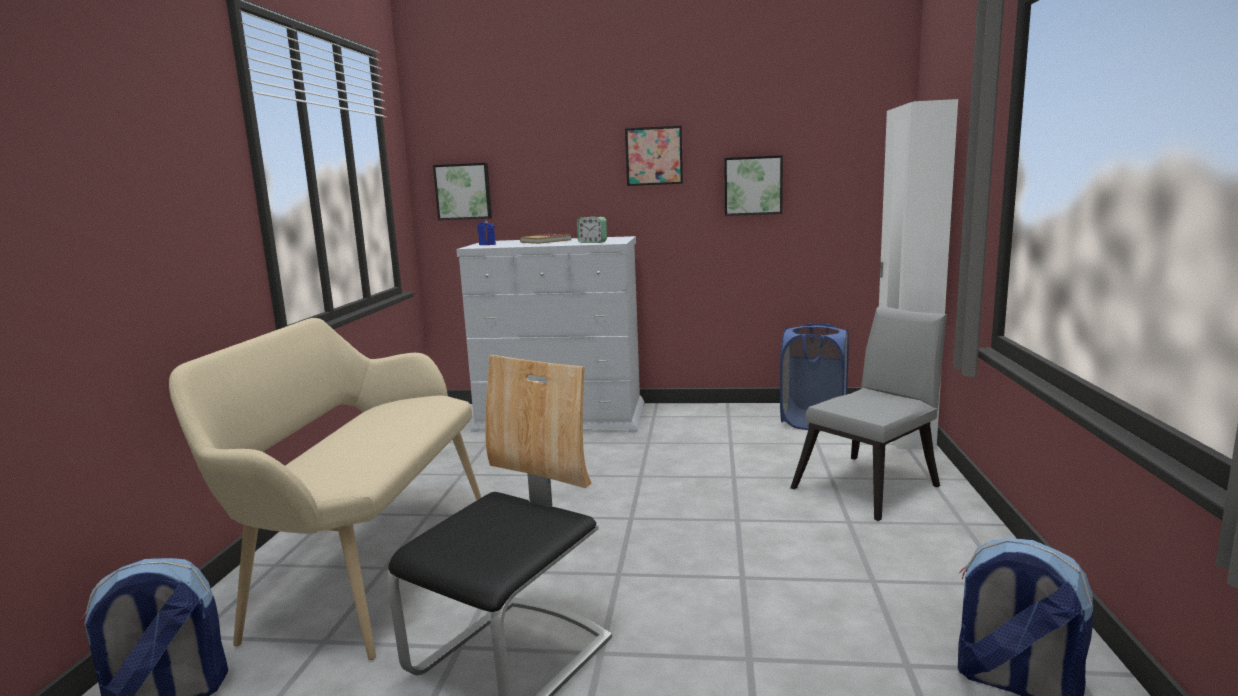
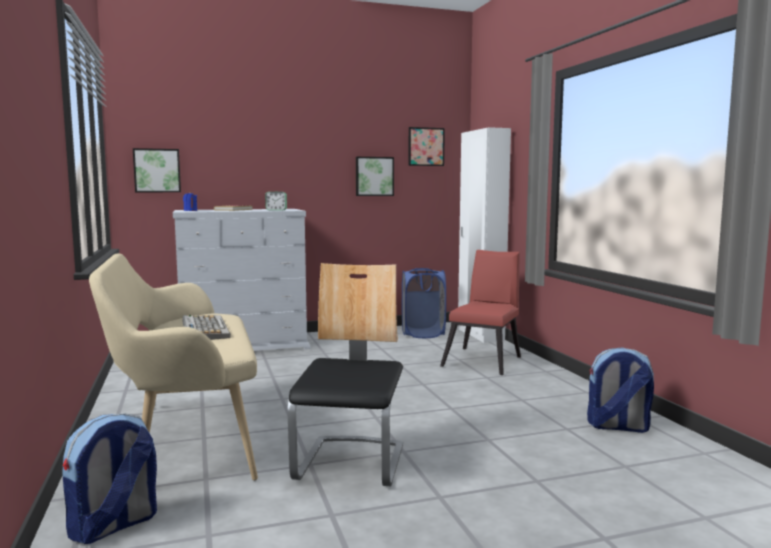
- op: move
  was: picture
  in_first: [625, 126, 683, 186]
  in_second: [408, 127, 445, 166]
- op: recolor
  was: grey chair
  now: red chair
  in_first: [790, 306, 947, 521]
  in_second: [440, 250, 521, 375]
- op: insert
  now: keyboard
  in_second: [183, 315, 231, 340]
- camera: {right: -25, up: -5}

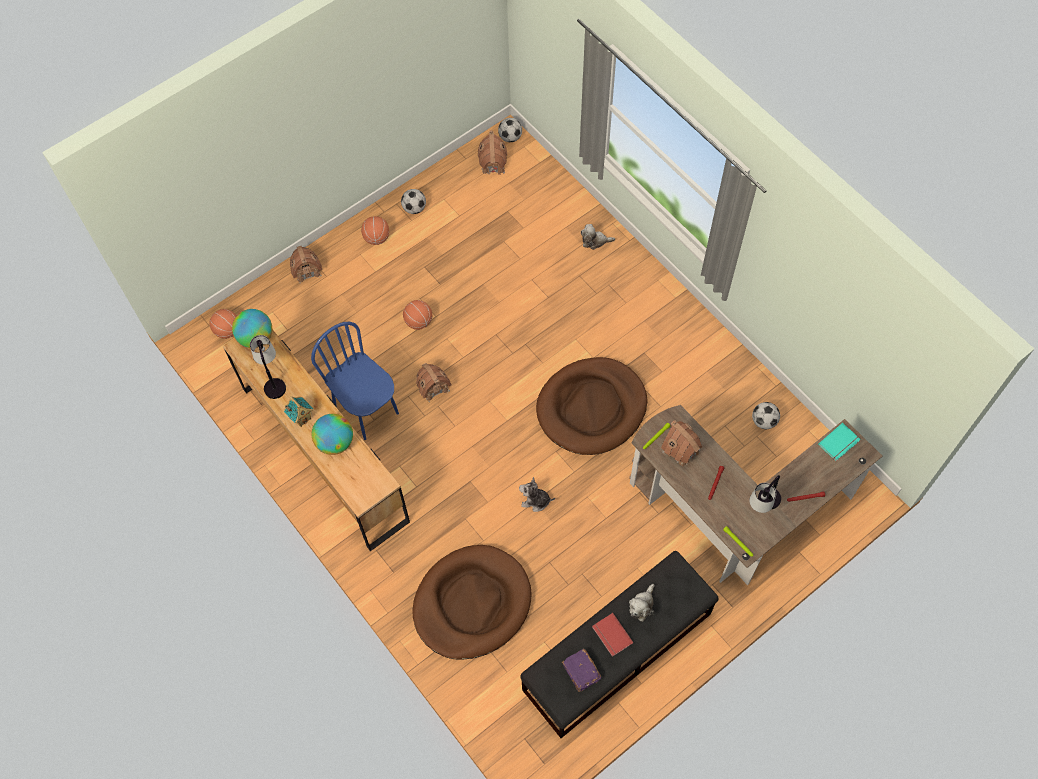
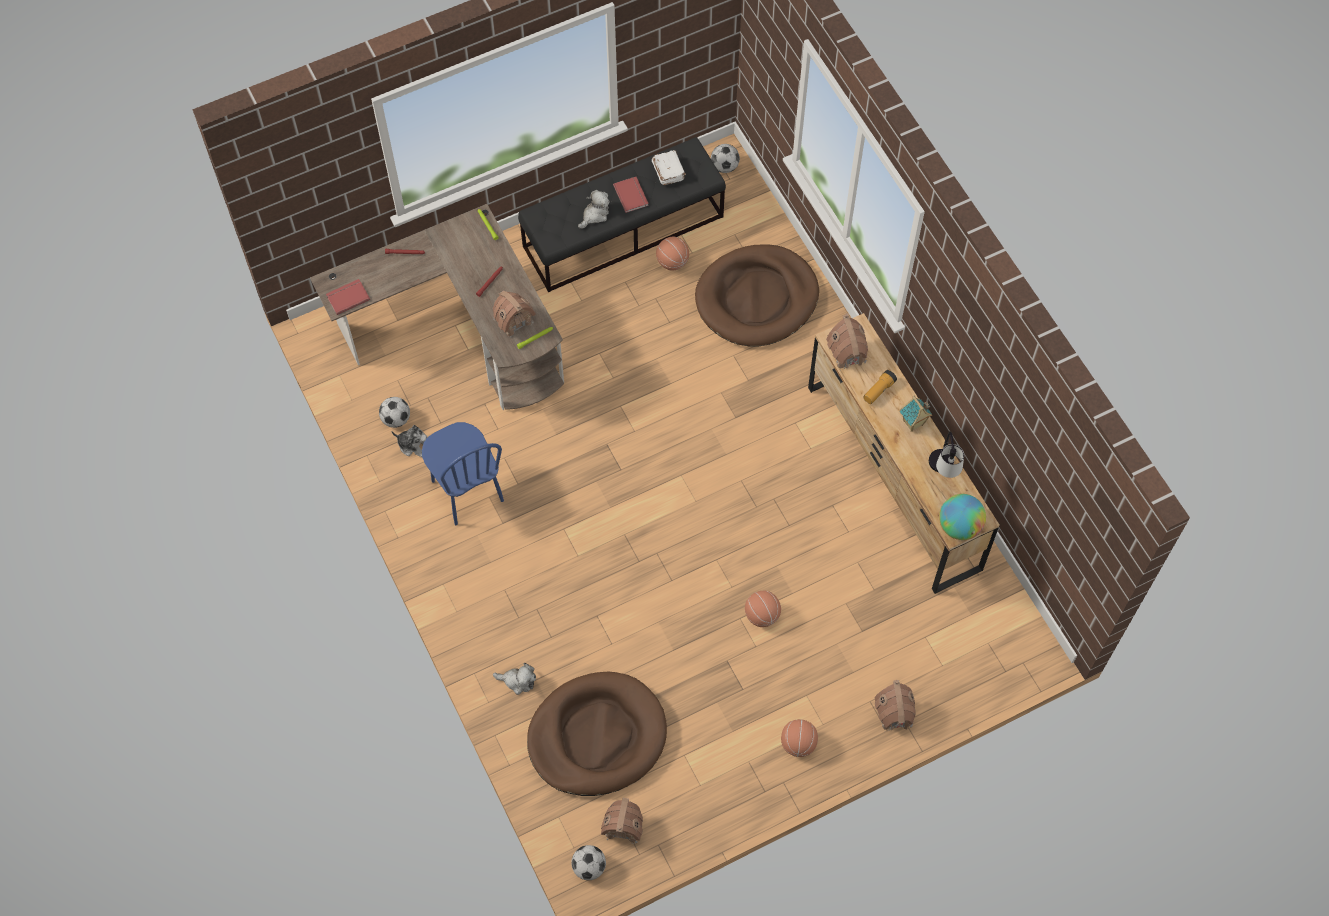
- op: move
  was: football
  in_first: [401, 189, 426, 214]
  in_second: [711, 144, 740, 173]
- op: move
  was: basketball
  in_first: [209, 309, 237, 339]
  in_second: [656, 237, 689, 271]
- op: move
  was: blue chair
  in_first: [311, 322, 399, 440]
  in_second: [422, 422, 504, 525]
- op: move
  was: brown dog bed
  in_first: [536, 357, 647, 455]
  in_second: [527, 672, 667, 796]
- op: move
  was: toy house
  in_first: [416, 363, 452, 402]
  in_second: [826, 314, 868, 369]
- op: replace
  was: globe
  now: flashlight
  in_first: [312, 414, 353, 455]
  in_second: [863, 370, 897, 404]
- op: recolor
  was: turquoise book
  now: red book
  in_first: [818, 423, 860, 461]
  in_second: [326, 279, 370, 315]
- op: delete
  was: table lamp
  in_first: [749, 475, 781, 513]
- op: move
  was: plush toy
  in_first: [519, 477, 555, 512]
  in_second: [391, 425, 427, 457]
- op: recolor
  was: purple book
  now: white book
  in_first: [562, 649, 601, 692]
  in_second: [652, 150, 686, 185]
- camera: {right: -170, up: 0}

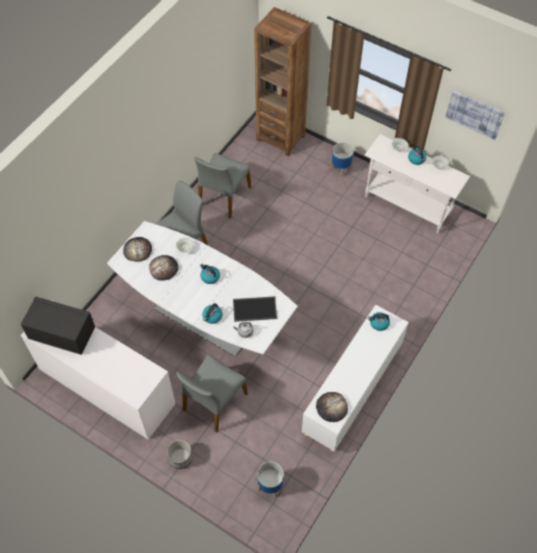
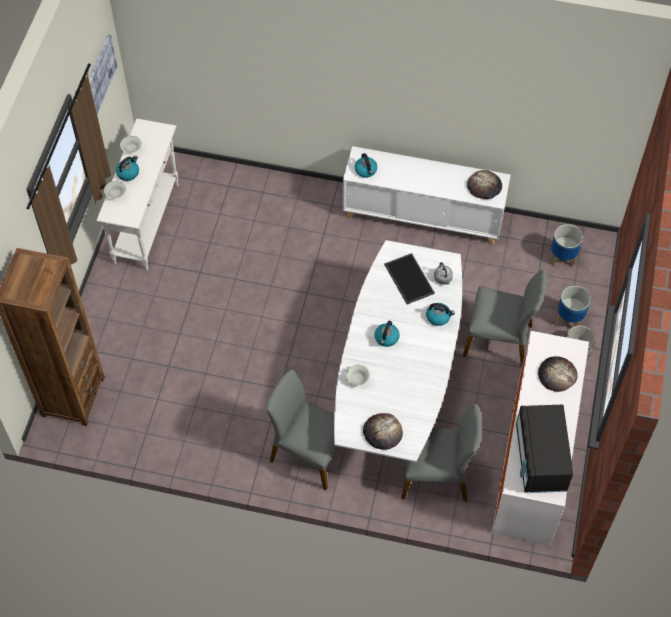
- op: move
  was: planter
  in_first: [331, 142, 354, 177]
  in_second: [556, 286, 591, 326]
- op: move
  was: grey chair
  in_first: [194, 153, 251, 219]
  in_second: [401, 404, 482, 502]
- op: move
  was: bread
  in_first: [149, 255, 179, 281]
  in_second: [538, 356, 578, 392]
- camera: {right: -110, up: 0}

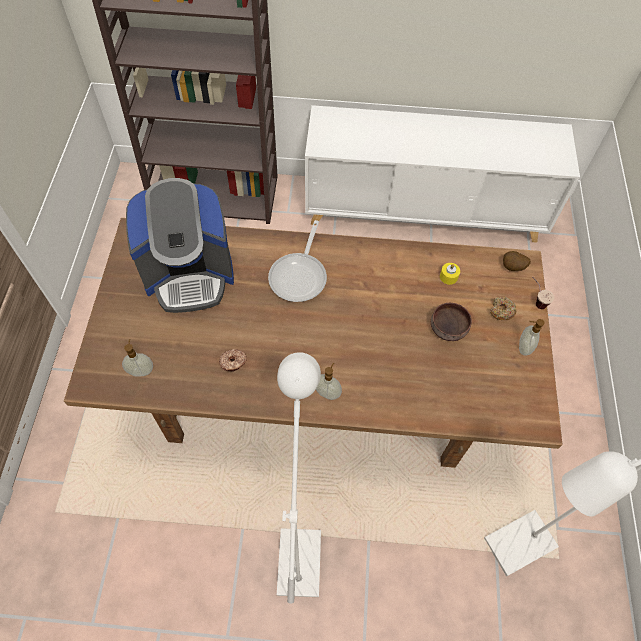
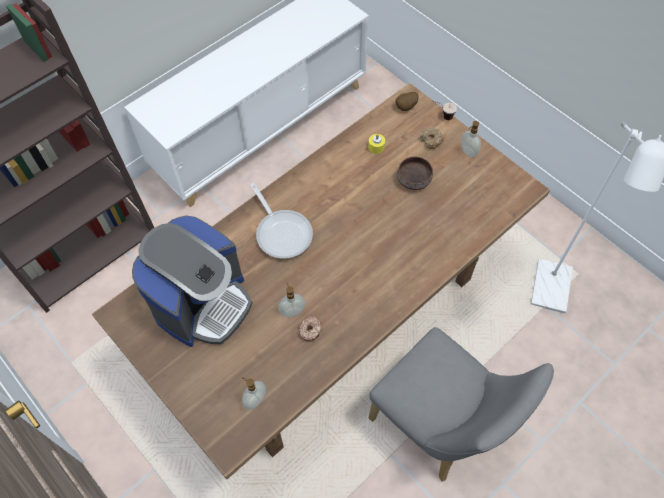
- op: replace
  was: white floor lamp
  now: grey chair
  in_first: [277, 352, 321, 604]
  in_second: [369, 327, 554, 482]
- op: move
  was: soap dispenser
  in_first: [316, 363, 342, 400]
  in_second: [278, 283, 305, 317]
- camera: {right: -45, up: 0}

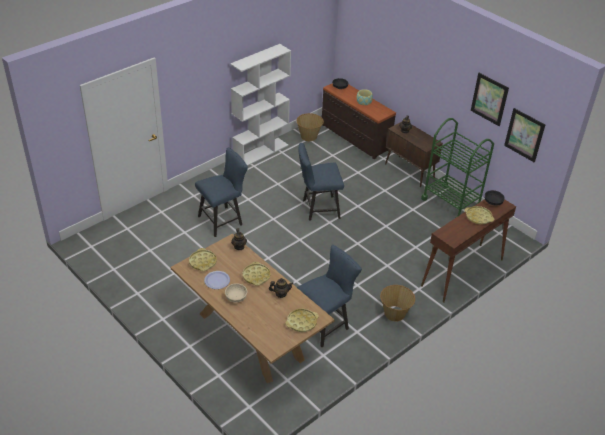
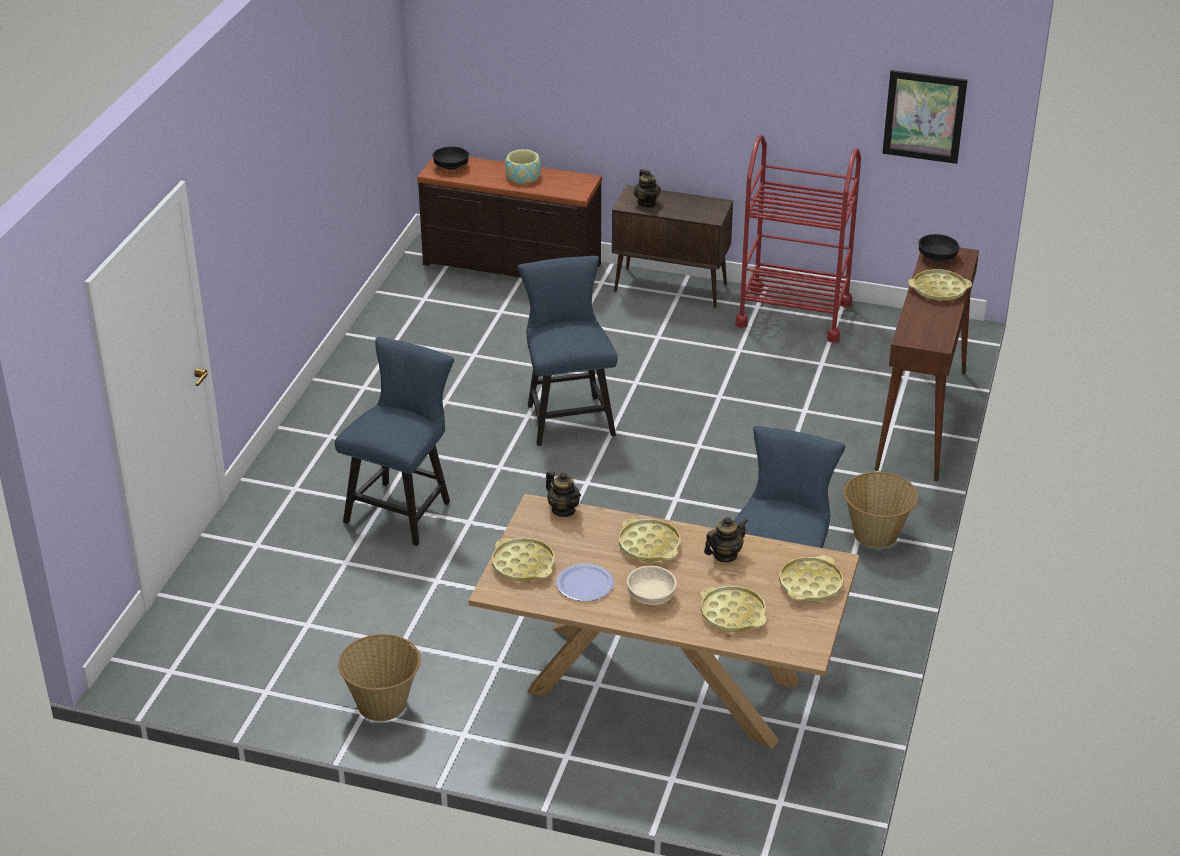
- op: delete
  was: white bookcase
  in_first: [230, 44, 291, 166]
- op: delete
  was: picture
  in_first: [471, 73, 509, 126]
- op: move
  was: basket
  in_first: [297, 113, 324, 141]
  in_second: [338, 634, 421, 721]
- op: recolor
  was: green cart
  now: red cart
  in_first: [421, 118, 494, 218]
  in_second: [735, 135, 861, 343]
- op: rotate
  was: blue chair
  in_first: [298, 143, 344, 221]
  in_second: [517, 256, 618, 446]
  clockwise: 120
- op: insert
  now: yellow tray
  in_second: [700, 586, 767, 632]
- camera: {right: -30, up: -5}

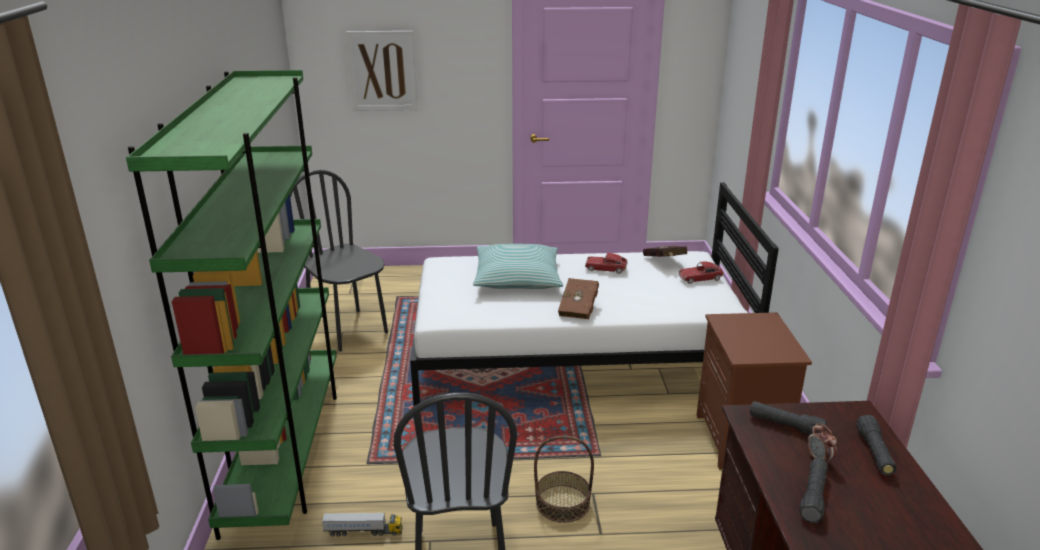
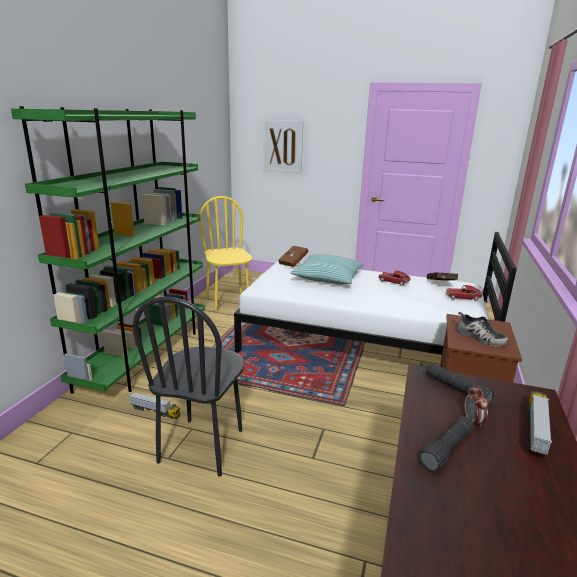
- op: recolor
  was: black chair
  now: yellow chair
  in_first: [290, 170, 388, 352]
  in_second: [199, 196, 252, 311]
- op: move
  was: brown book
  in_first: [558, 278, 599, 319]
  in_second: [279, 246, 308, 267]
- op: replace
  was: black flashlight
  now: toy truck
  in_first: [857, 415, 897, 476]
  in_second: [528, 391, 552, 457]
- op: delete
  was: basket
  in_first: [534, 436, 594, 523]
- op: insert
  now: shoe
  in_second: [456, 312, 509, 347]
- camera: {right: 20, up: -5}

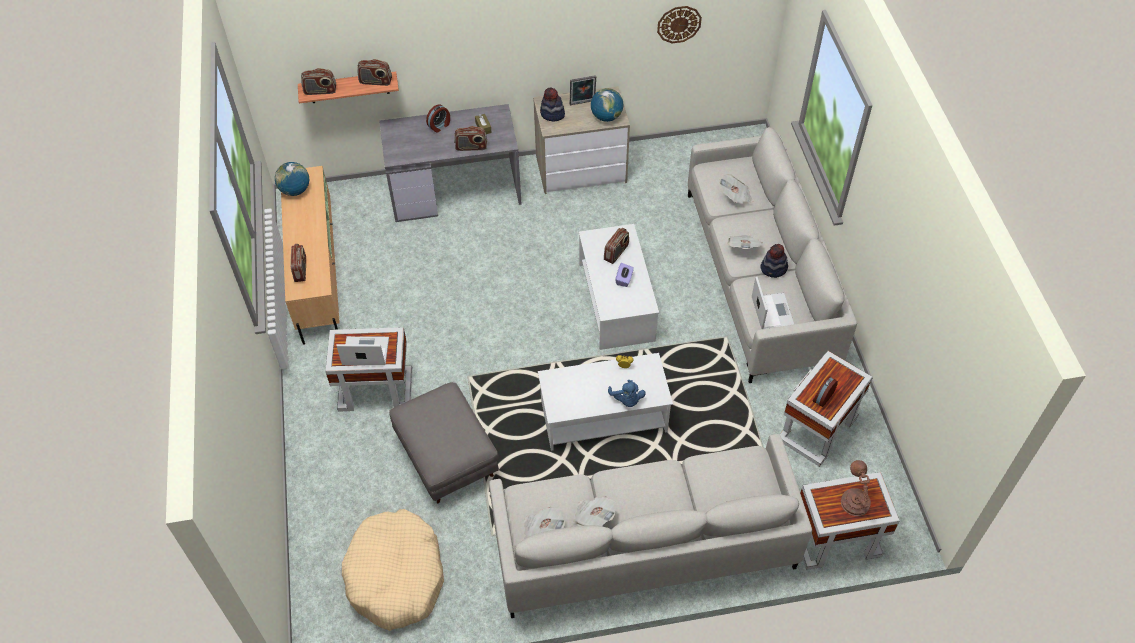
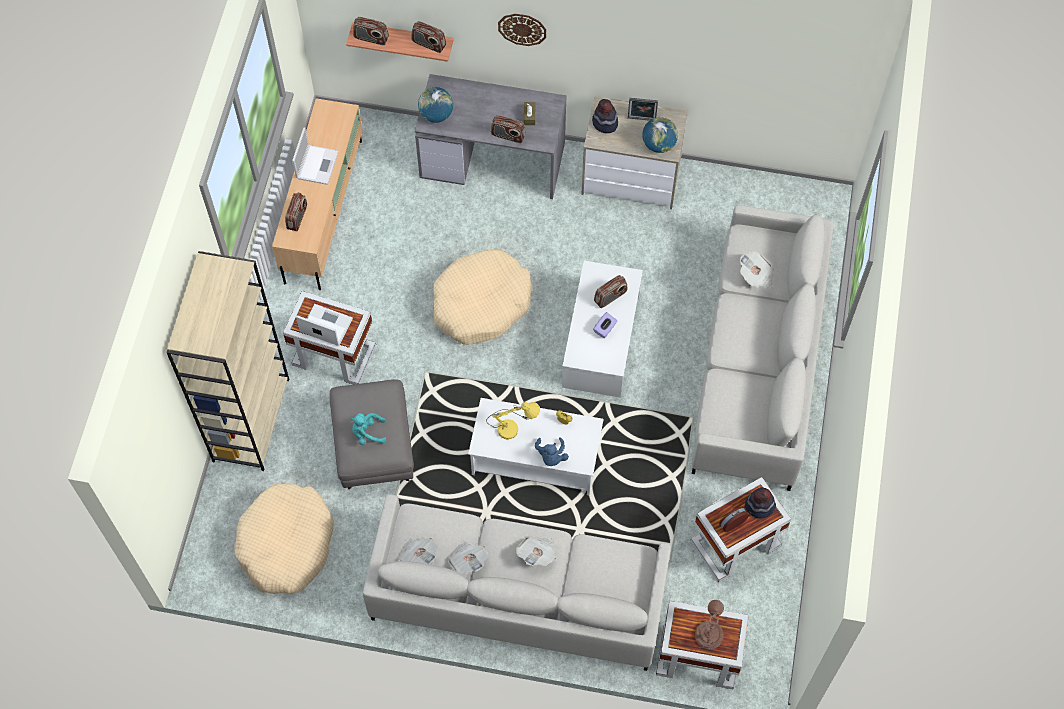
- op: move
  was: wall clock
  in_first: [657, 6, 702, 43]
  in_second: [498, 14, 546, 46]
- op: delete
  was: alarm clock
  in_first: [426, 105, 450, 133]
- op: move
  was: globe
  in_first: [275, 162, 309, 196]
  in_second: [418, 87, 453, 123]
- op: move
  was: newspaper
  in_first: [727, 234, 762, 249]
  in_second: [516, 536, 556, 566]
- op: move
  was: hat
  in_first: [761, 244, 788, 278]
  in_second: [745, 487, 776, 518]
- op: move
  was: laptop
  in_first: [752, 277, 794, 329]
  in_second: [292, 127, 338, 185]
- op: insert
  now: beige dog bed
  in_second: [433, 249, 532, 345]
- op: insert
  now: beige bookcase
  in_second: [166, 251, 289, 471]
- op: insert
  now: yellow table lamp
  in_second: [486, 402, 540, 439]
- op: insert
  now: turquoise plush toy
  in_second: [351, 413, 386, 445]
- camera: {right: 20, up: 10}

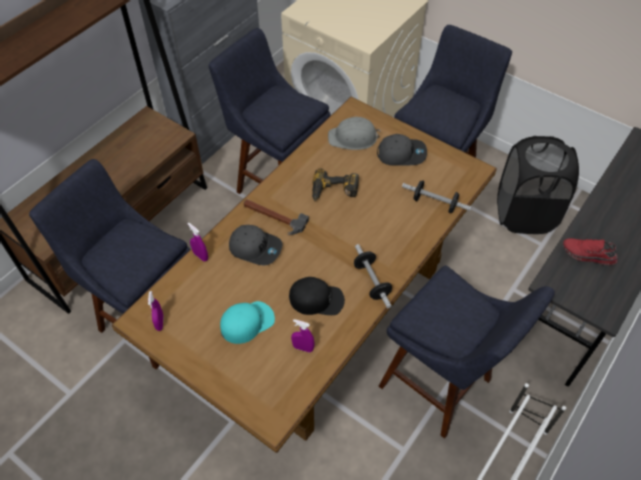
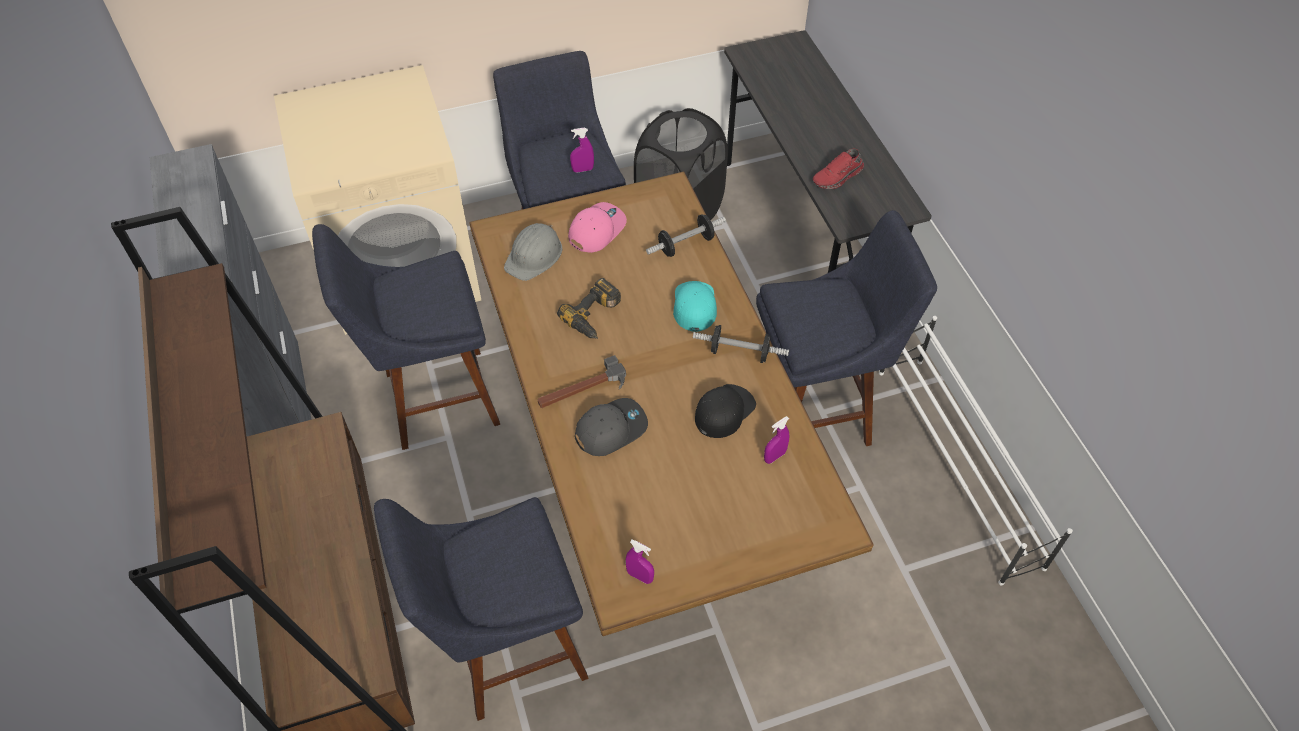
- op: recolor
  was: grey cap
  now: pink cap
  in_first: [377, 134, 427, 166]
  in_second: [568, 202, 627, 253]
- op: move
  was: purple spray bottle
  in_first: [187, 223, 208, 262]
  in_second: [570, 128, 594, 172]
- op: move
  was: turquoise cap
  in_first: [220, 301, 275, 344]
  in_second: [673, 281, 717, 332]
- camera: {right: -55, up: 0}

